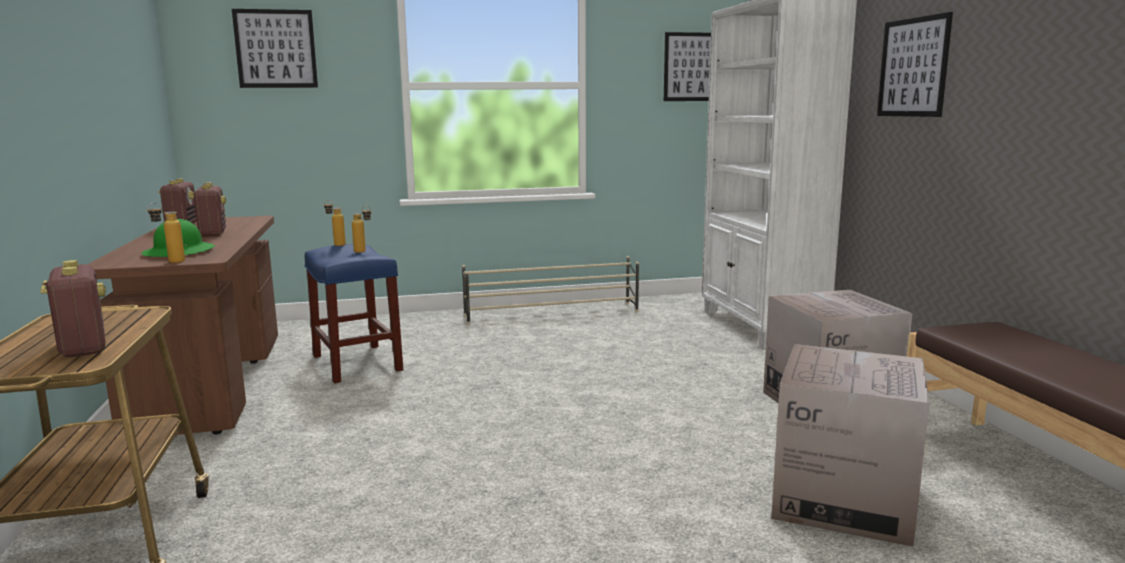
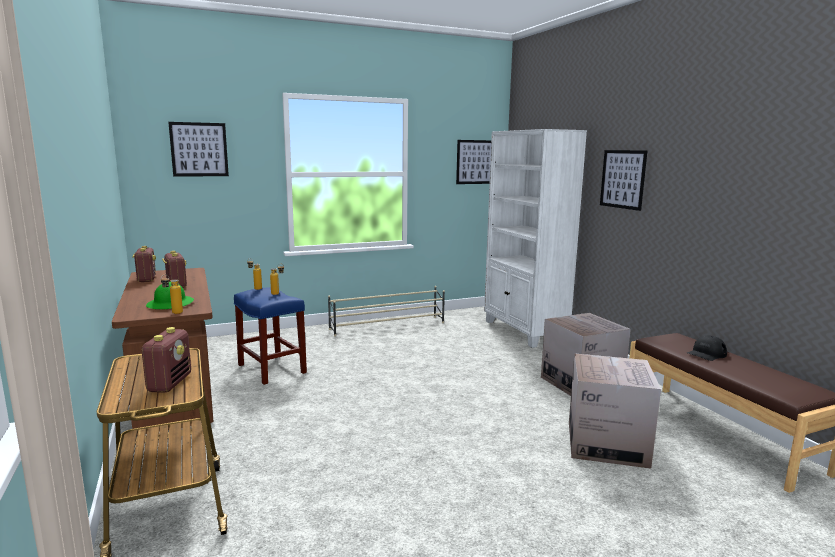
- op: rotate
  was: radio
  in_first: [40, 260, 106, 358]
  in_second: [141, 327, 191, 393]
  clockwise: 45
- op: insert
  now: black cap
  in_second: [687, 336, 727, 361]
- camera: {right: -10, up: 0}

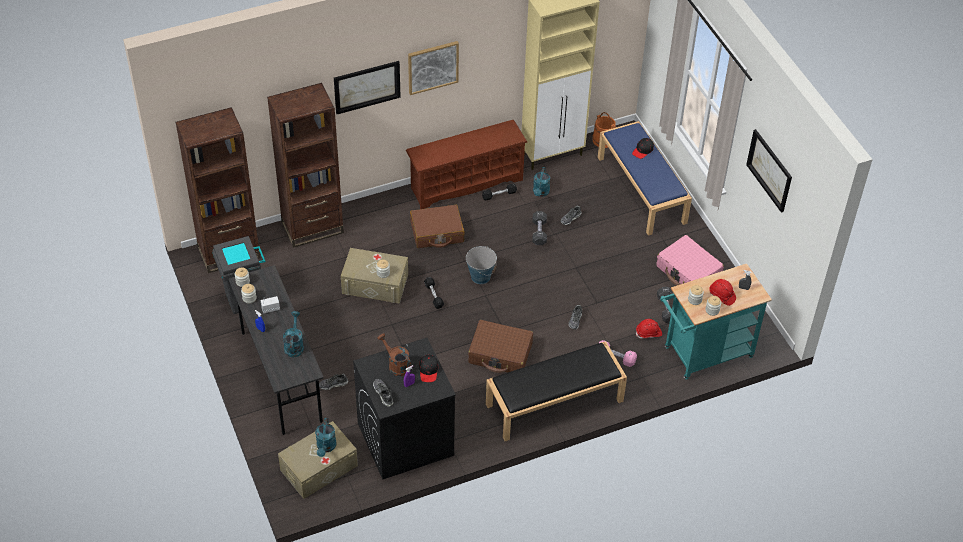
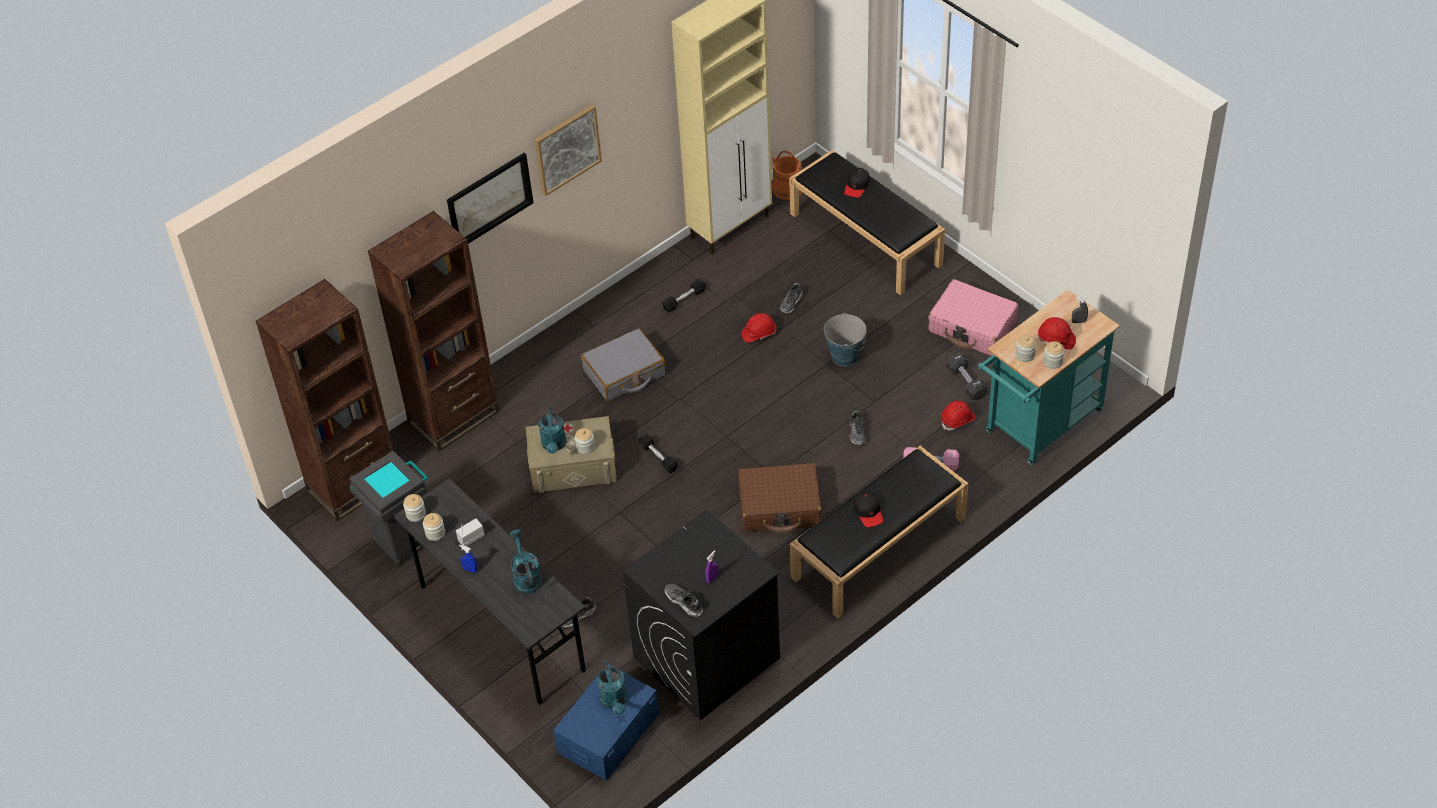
- op: delete
  was: brown shoe rack
  in_first: [406, 120, 527, 209]
- op: recolor
  was: blue bench
  now: black bench
  in_first: [598, 121, 692, 236]
  in_second: [789, 150, 945, 295]
- op: delete
  was: picture
  in_first: [746, 129, 792, 213]
- op: move
  was: turquoise watering can
  in_first: [533, 167, 550, 197]
  in_second: [538, 407, 566, 454]
- op: recolor
  was: brown suitcase
  now: grey suitcase
  in_first: [410, 204, 464, 248]
  in_second: [581, 328, 666, 402]
- op: replace
  was: black dumbbell
  now: red hard hat
  in_first: [533, 211, 547, 245]
  in_second: [742, 313, 776, 343]
- op: move
  was: bucket
  in_first: [466, 246, 497, 284]
  in_second: [824, 313, 867, 366]
- op: delete
  was: brown watering can
  in_first: [378, 333, 411, 376]
- op: move
  was: black cap
  in_first: [419, 355, 438, 382]
  in_second: [853, 491, 883, 527]
- op: recolor
  was: beige storage box
  now: blue storage box
  in_first: [278, 421, 358, 499]
  in_second: [553, 664, 659, 781]
- camera: {right: -15, up: 0}

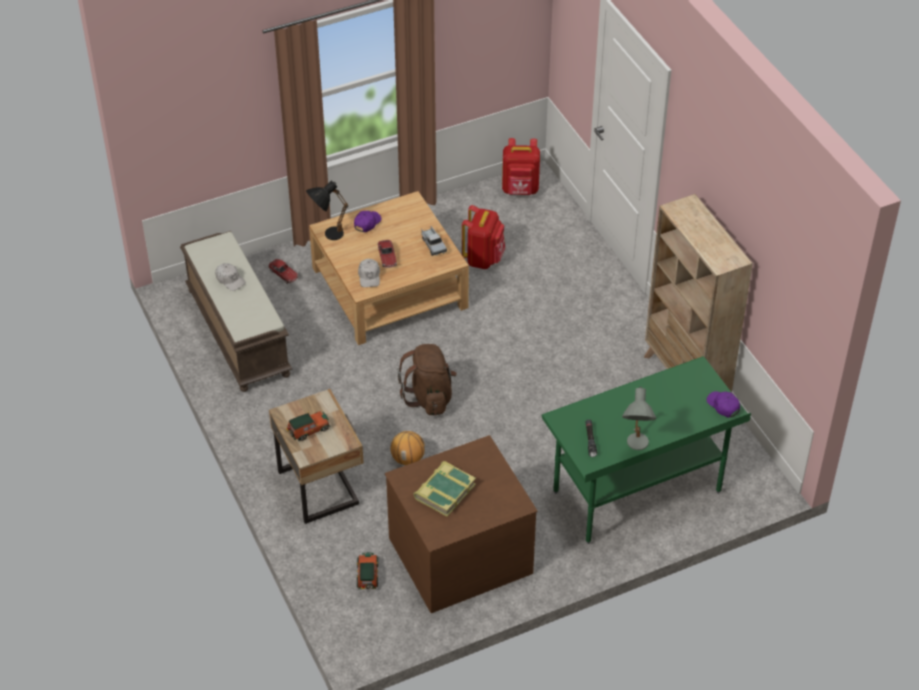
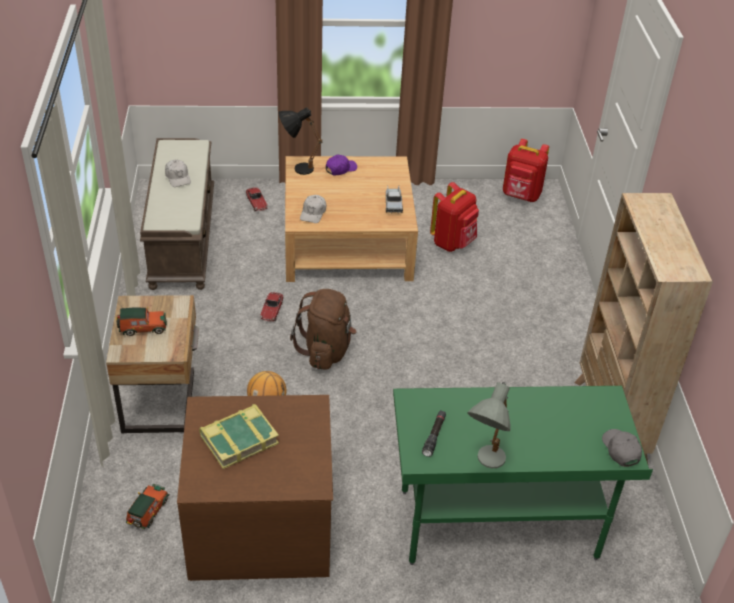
- op: move
  was: toy car
  in_first: [378, 240, 397, 268]
  in_second: [260, 292, 284, 322]
- op: recolor
  was: purple cap
  now: grey cap
  in_first: [707, 391, 740, 418]
  in_second: [602, 429, 642, 467]
- camera: {right: 20, up: -5}

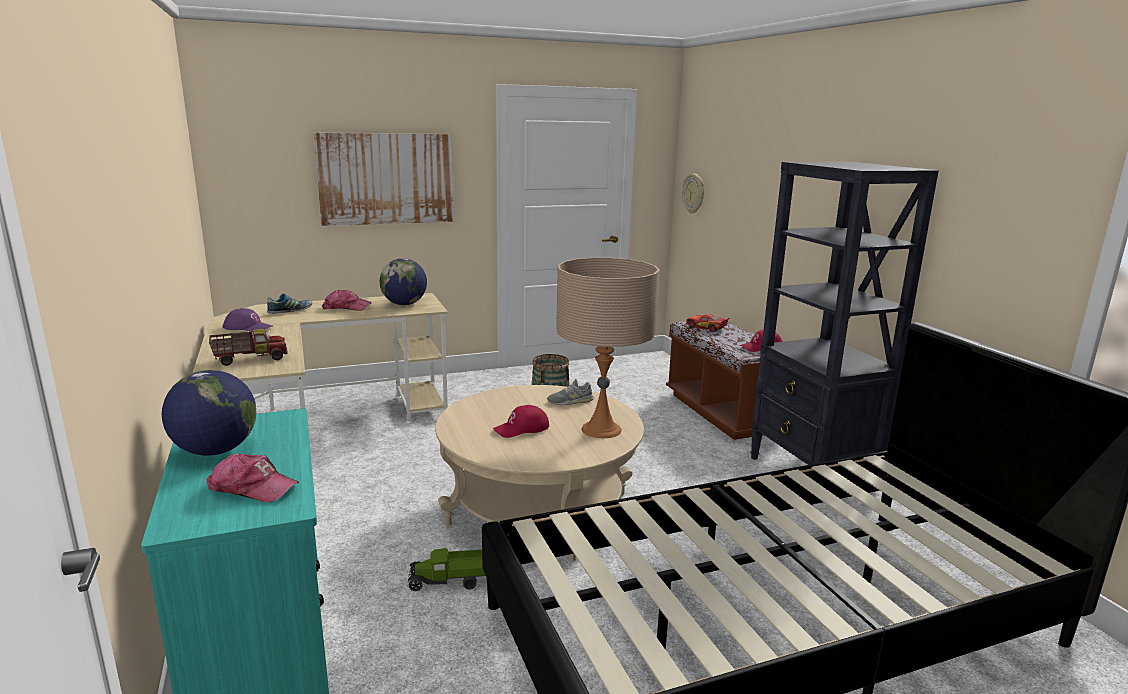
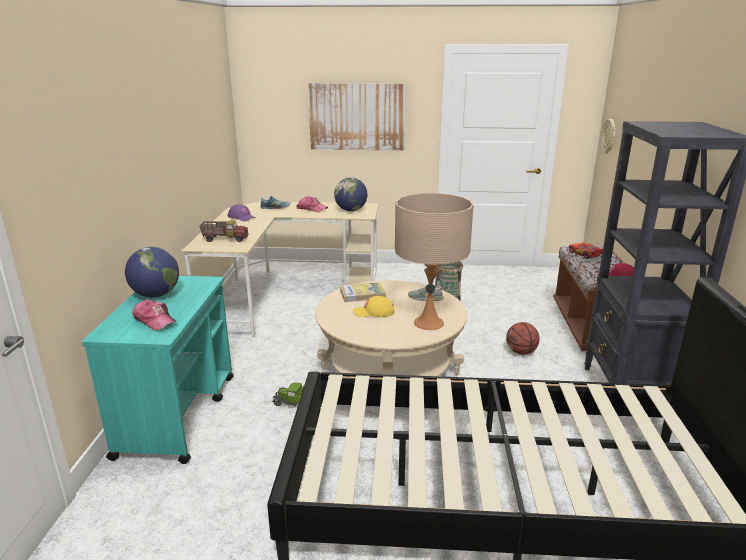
- op: recolor
  was: red cap
  now: yellow cap
  in_first: [493, 405, 549, 438]
  in_second: [353, 296, 395, 317]
- op: insert
  now: book
  in_second: [340, 282, 386, 302]
- op: insert
  now: basketball
  in_second: [506, 322, 540, 355]
- camera: {right: 25, up: 5}

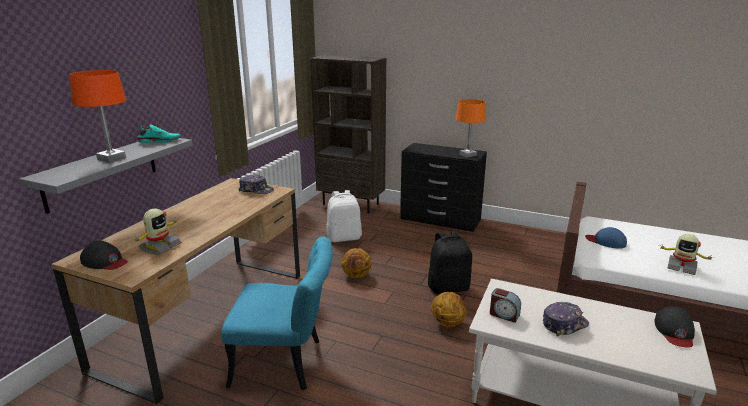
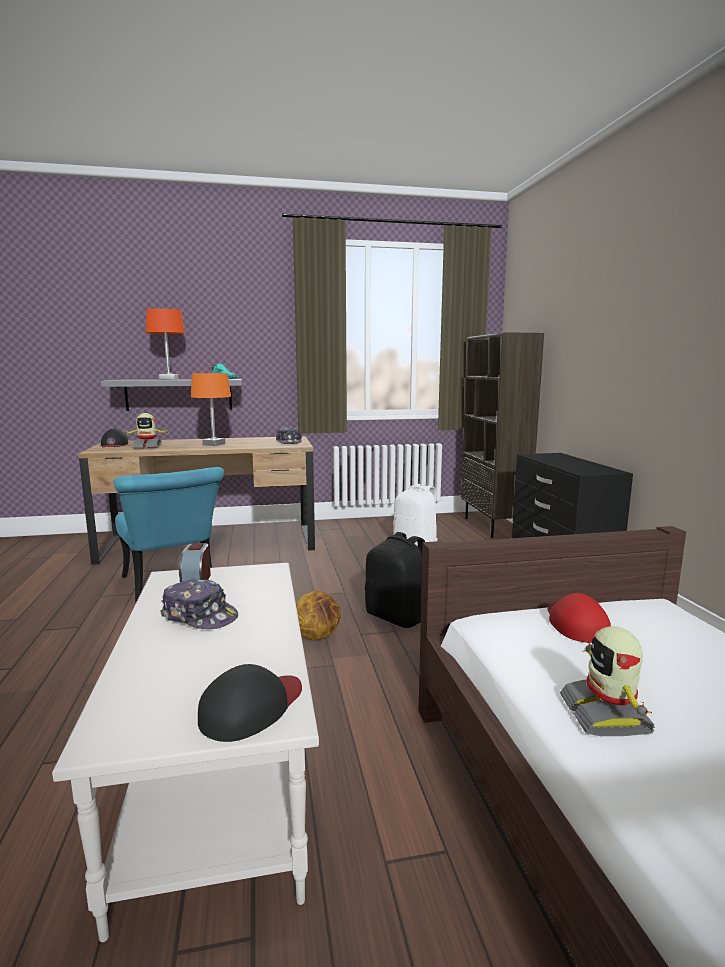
- op: move
  was: orange table lamp
  in_first: [456, 99, 486, 158]
  in_second: [191, 373, 231, 446]
- op: recolor
  was: blue cap
  now: red cap
  in_first: [585, 227, 627, 249]
  in_second: [548, 593, 611, 643]
- op: delete
  was: basketball
  in_first: [341, 248, 372, 278]
- op: rotate
  was: black cap
  in_first: [654, 306, 695, 348]
  in_second: [198, 664, 302, 742]
  clockwise: 150
- camera: {right: 55, up: -10}

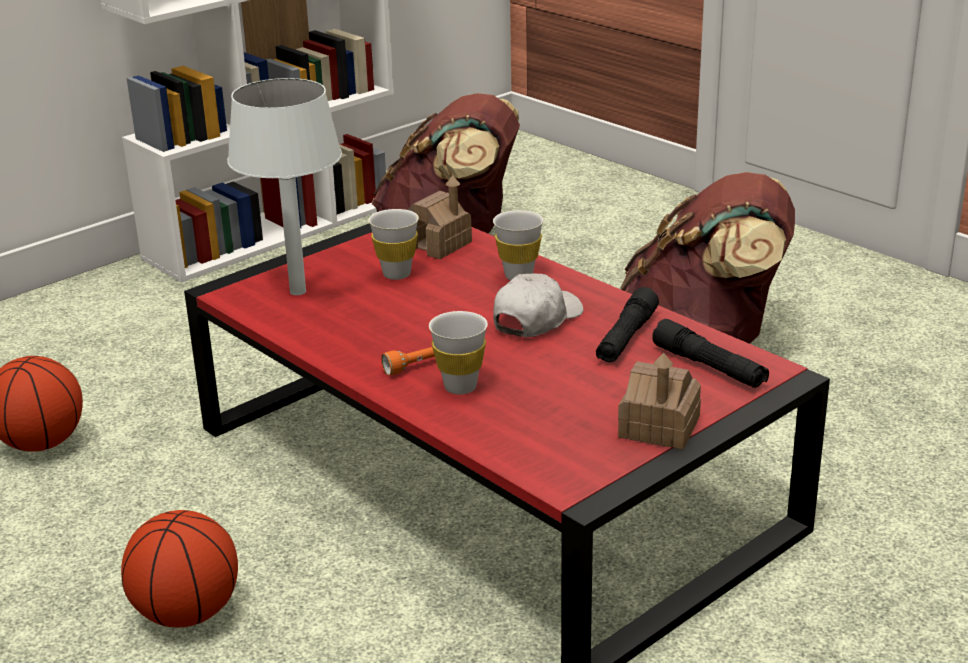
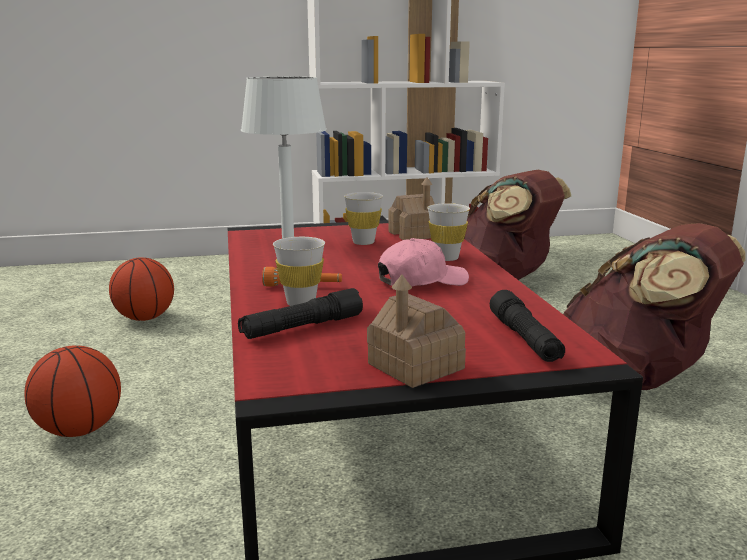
- op: recolor
  was: white cap
  now: pink cap
  in_first: [493, 274, 583, 337]
  in_second: [378, 238, 469, 287]
- op: move
  was: black flashlight
  in_first: [596, 287, 659, 362]
  in_second: [238, 288, 363, 339]
- camera: {right: 30, up: -10}

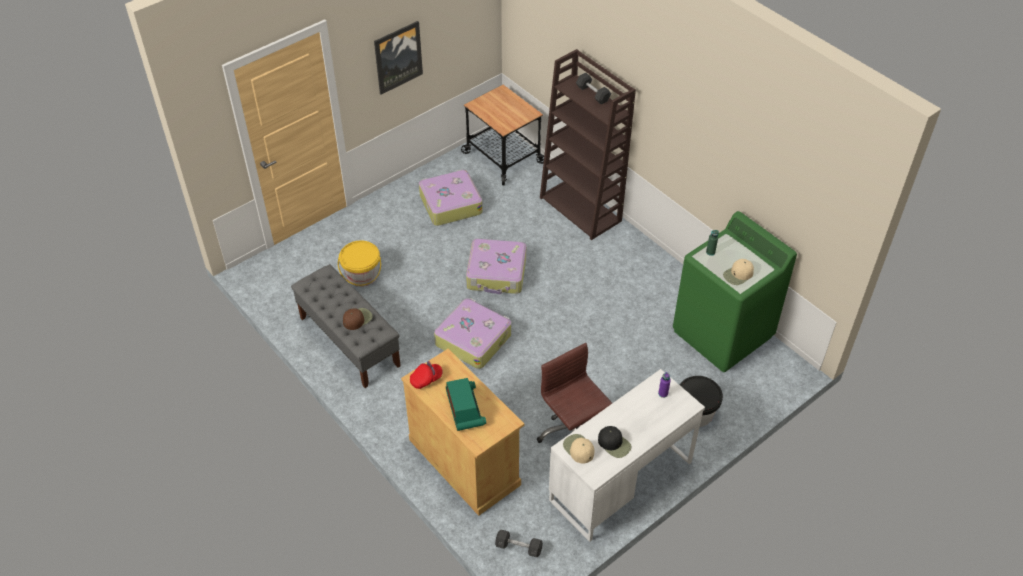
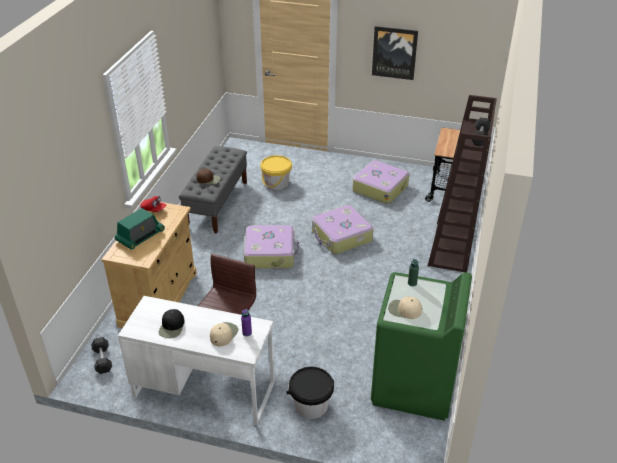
- op: move
  was: beige cap
  in_first: [563, 434, 594, 463]
  in_second: [210, 322, 238, 346]
- camera: {right: 55, up: -10}

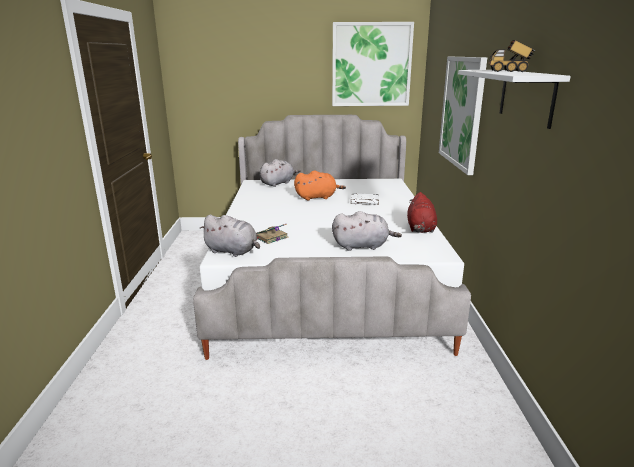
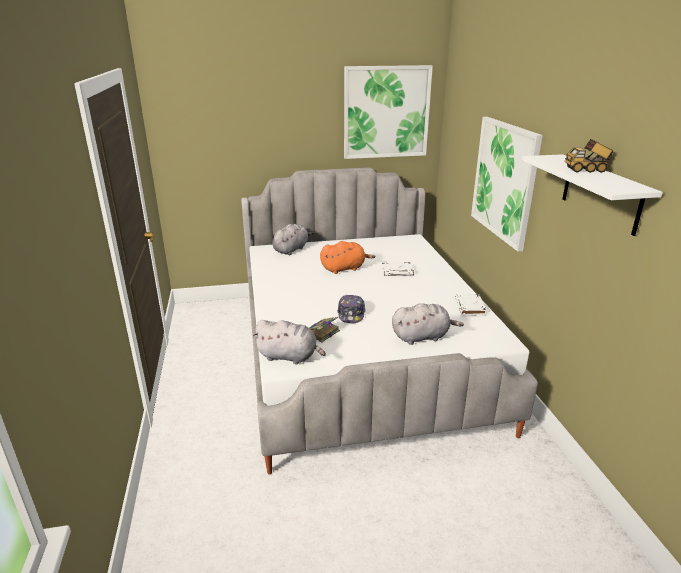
- op: replace
  was: red plush toy
  now: white book
  in_first: [407, 192, 437, 233]
  in_second: [455, 294, 486, 316]
- op: insert
  now: cap
  in_second: [337, 295, 366, 323]
- camera: {right: -10, up: 5}

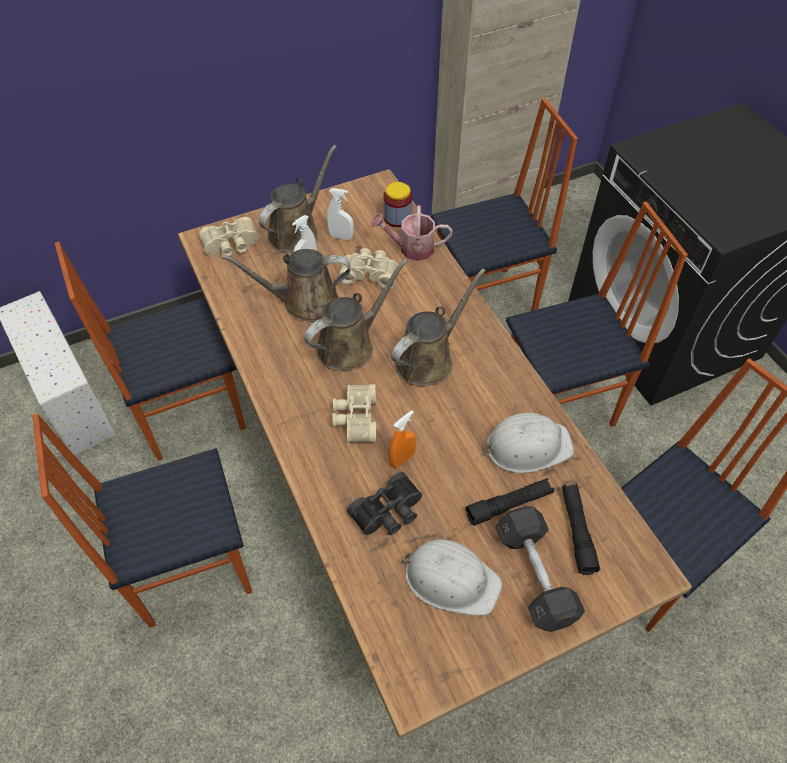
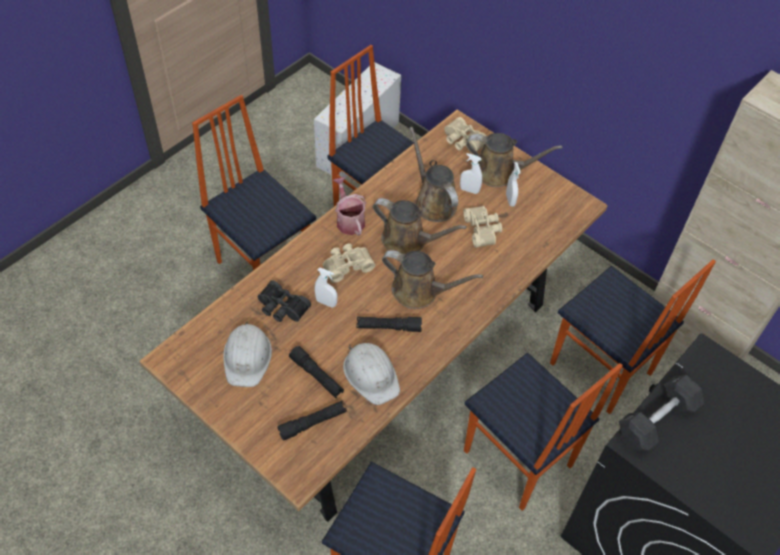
- op: delete
  was: jar
  in_first: [383, 182, 413, 227]
- op: move
  was: watering can
  in_first: [370, 205, 452, 261]
  in_second: [333, 177, 367, 236]
- op: recolor
  was: orange spray bottle
  now: white spray bottle
  in_first: [388, 410, 416, 468]
  in_second: [315, 268, 337, 308]
- op: move
  was: grey dumbbell
  in_first: [495, 506, 585, 632]
  in_second: [619, 375, 704, 451]
- op: insert
  now: black flashlight
  in_second: [356, 317, 422, 332]
- camera: {right: 65, up: 0}

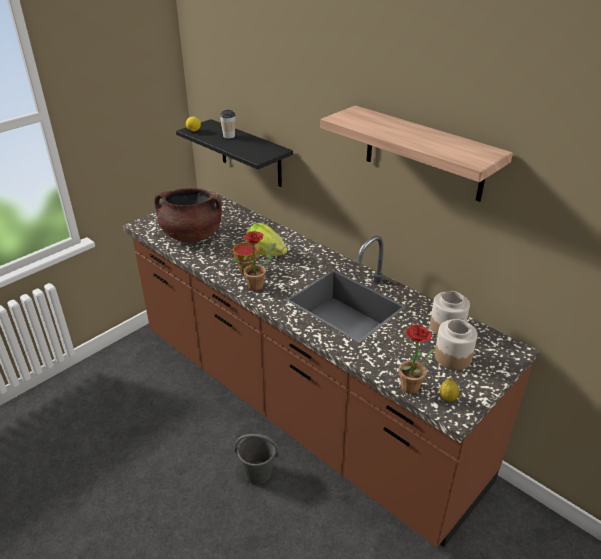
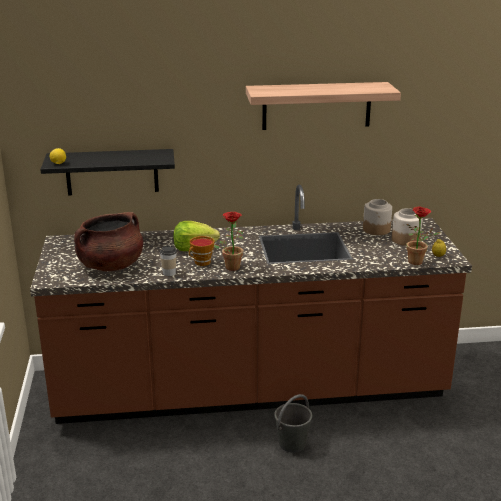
- op: move
  was: cup
  in_first: [220, 110, 236, 139]
  in_second: [160, 246, 177, 276]
- camera: {right: -50, up: -10}

